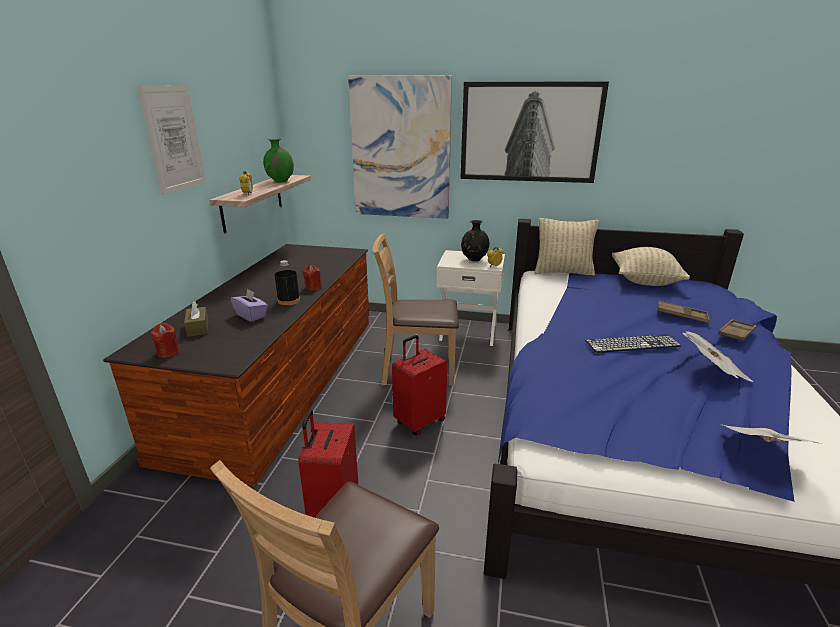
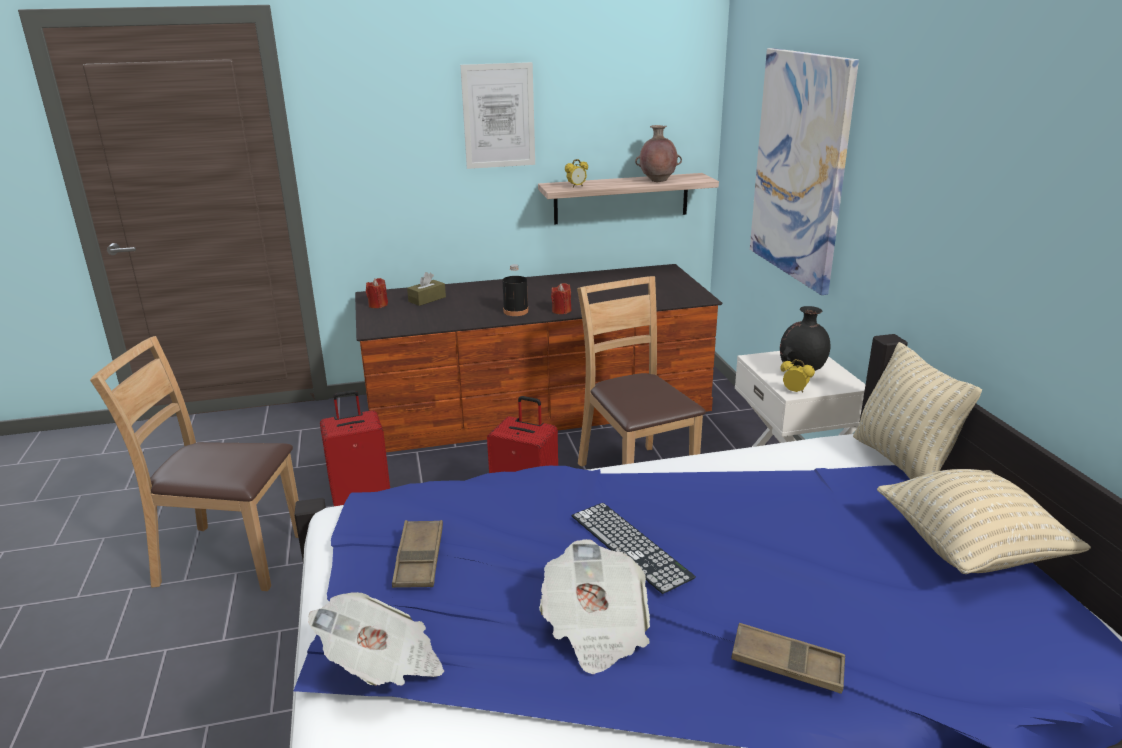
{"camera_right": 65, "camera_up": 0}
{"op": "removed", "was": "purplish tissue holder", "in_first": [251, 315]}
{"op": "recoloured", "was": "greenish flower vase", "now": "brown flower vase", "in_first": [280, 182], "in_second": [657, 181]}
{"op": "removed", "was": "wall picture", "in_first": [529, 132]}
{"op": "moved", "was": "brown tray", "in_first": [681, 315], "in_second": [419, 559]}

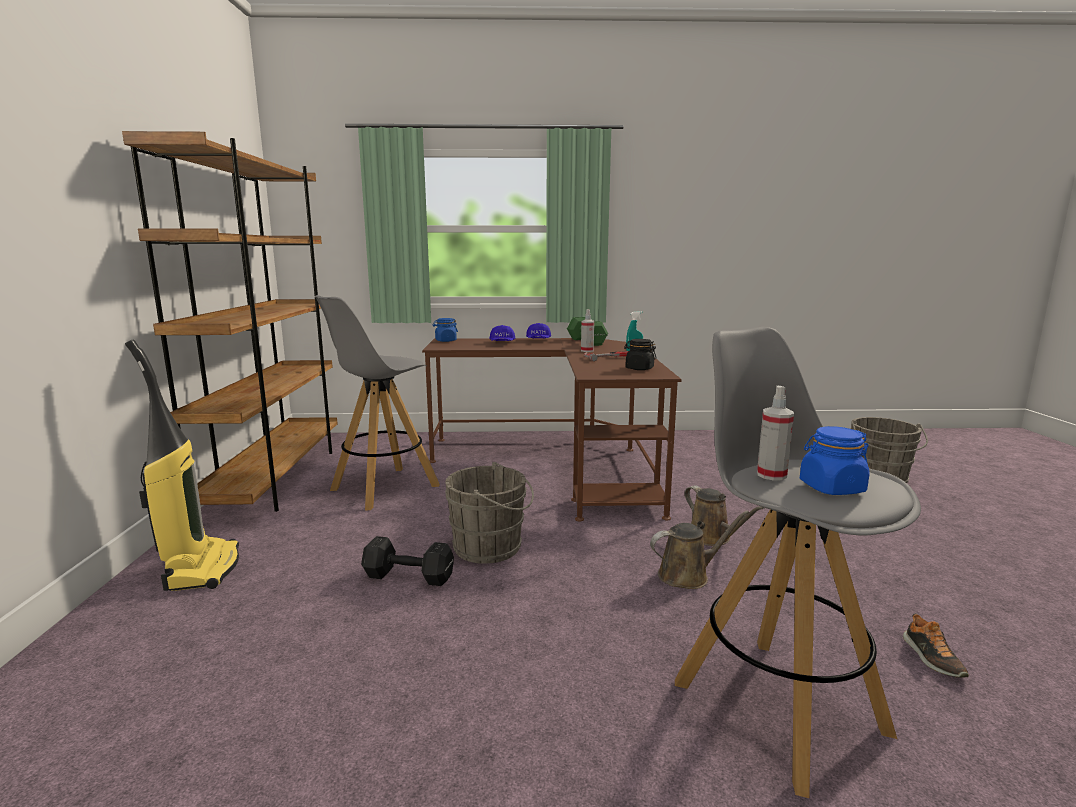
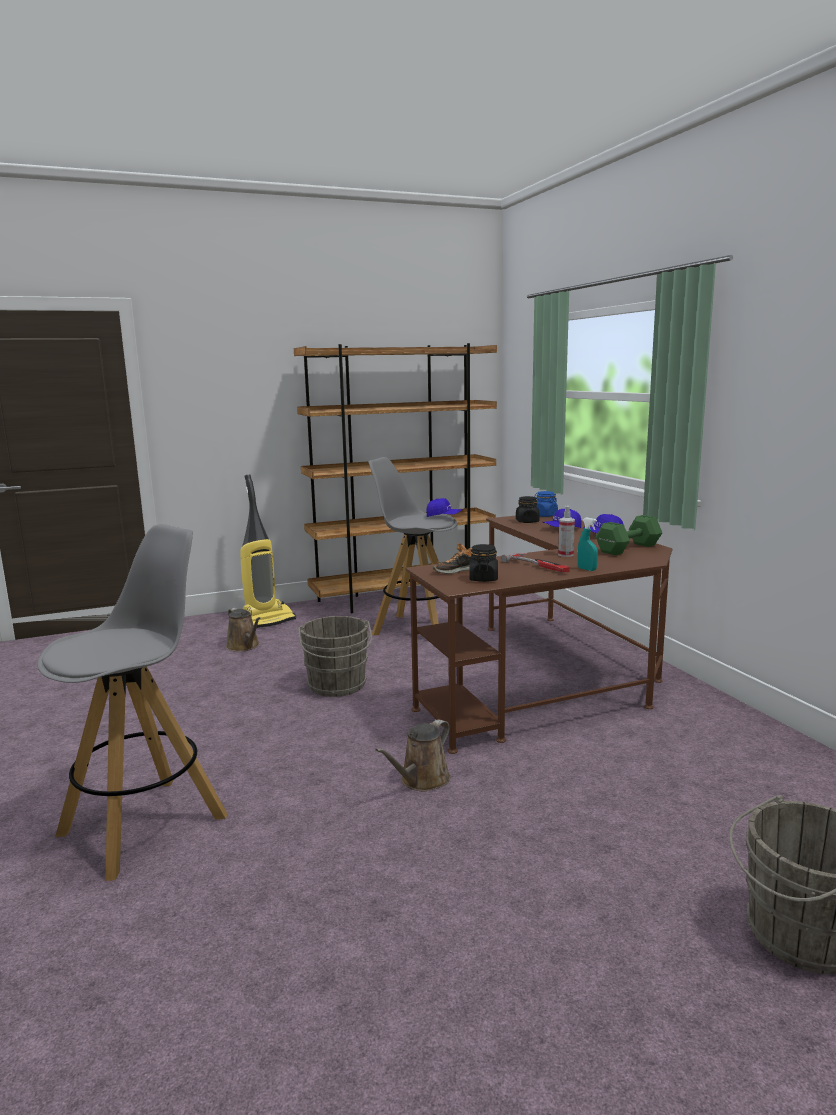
{"camera_right": 70, "camera_up": 0}
{"op": "removed", "was": "black-coloured hand weight", "in_first": [410, 577]}
{"op": "moved", "was": "brown watering can", "in_first": [688, 575], "in_second": [244, 646]}
{"op": "removed", "was": "hand sprayer", "in_first": [771, 475]}
{"op": "removed", "was": "blue preserve jar", "in_first": [831, 488]}
{"op": "moved", "was": "item of footwear", "in_first": [931, 658], "in_second": [456, 570]}
{"op": "added", "now": "blue baseball cap", "in_second": [444, 516]}
{"op": "added", "now": "black-coloured preserve jar", "in_second": [527, 521]}

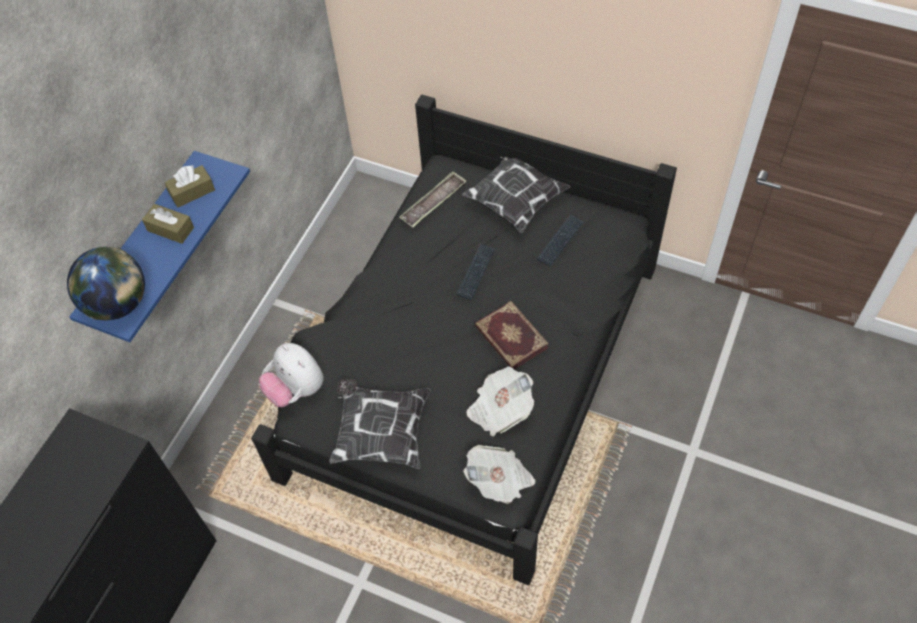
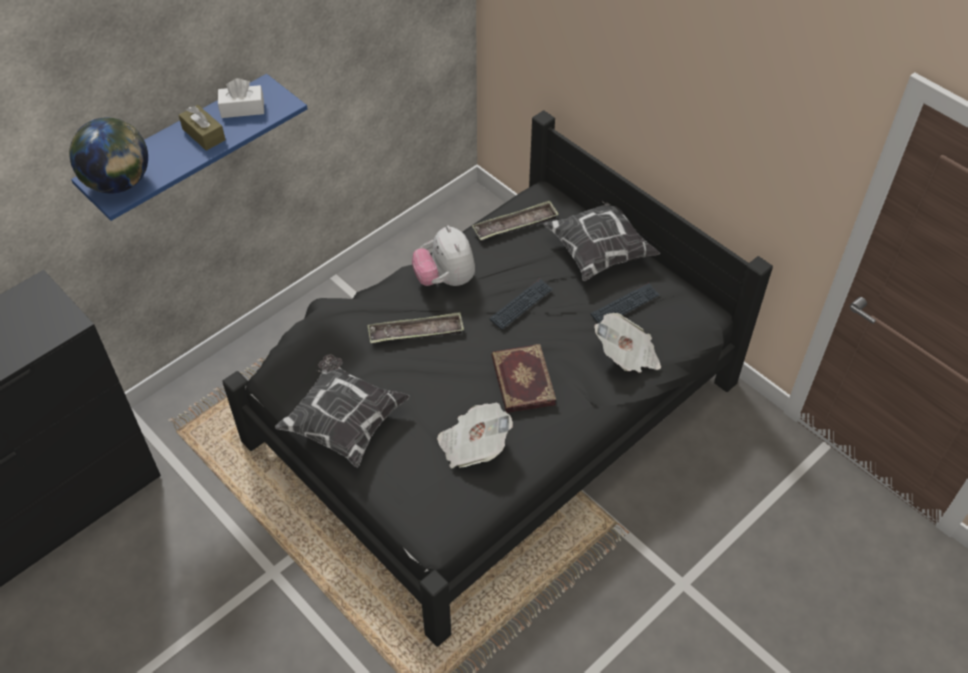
{"camera_right": 20, "camera_up": -5}
{"op": "recoloured", "was": "brown tissue holder", "now": "white tissue holder", "in_first": [192, 192], "in_second": [242, 109]}
{"op": "moved", "was": "plush toy", "in_first": [296, 389], "in_second": [445, 279]}
{"op": "moved", "was": "daily paper", "in_first": [500, 481], "in_second": [627, 356]}
{"op": "added", "now": "tray", "in_second": [416, 332]}

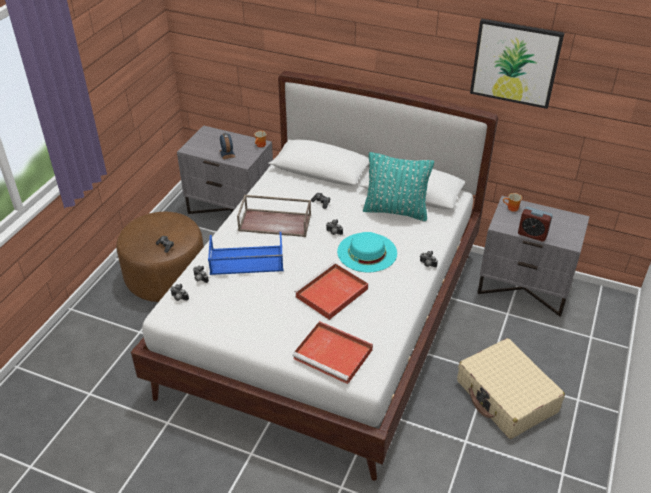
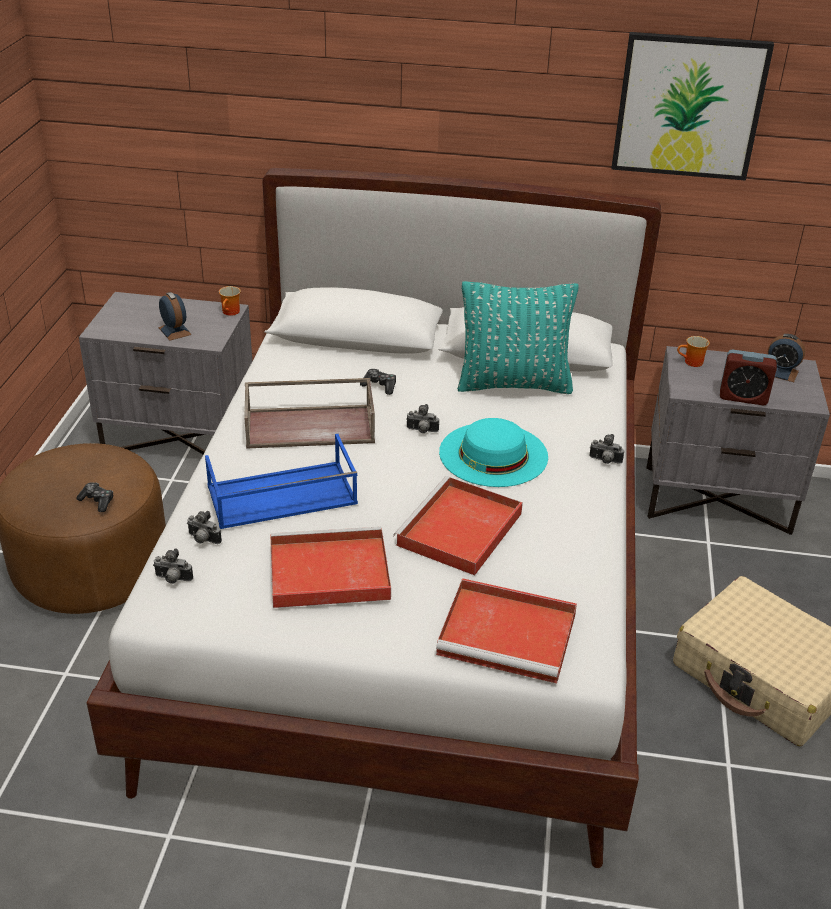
{"camera_right": -15, "camera_up": -5}
{"op": "added", "now": "reddish tray", "in_second": [326, 572]}
{"op": "added", "now": "alarm clock", "in_second": [781, 372]}

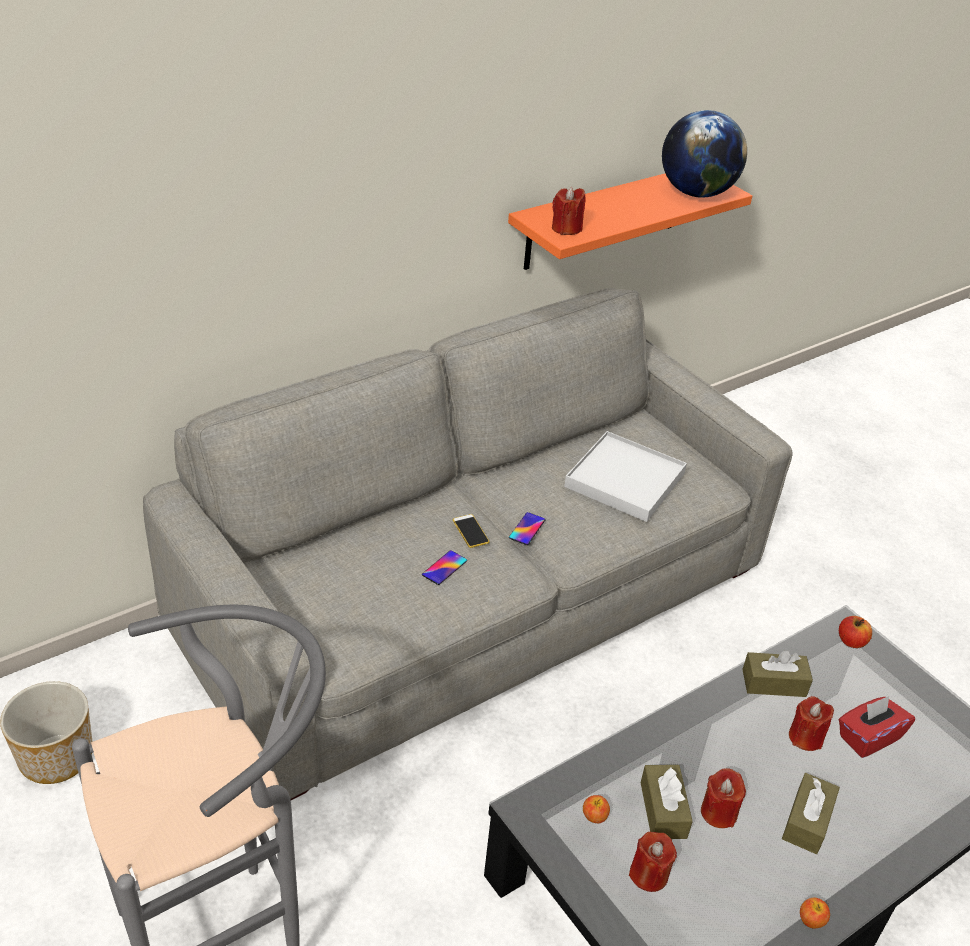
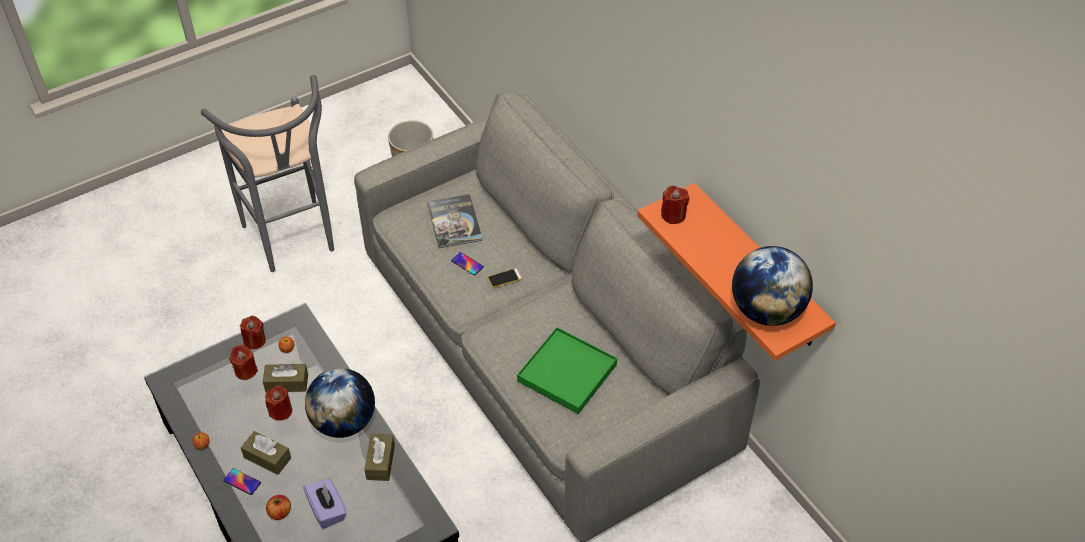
{"camera_right": 95, "camera_up": 10}
{"op": "moved", "was": "telephone", "in_first": [527, 529], "in_second": [242, 482]}
{"op": "recoloured", "was": "white tray", "now": "greenish tray", "in_first": [625, 480], "in_second": [567, 373]}
{"op": "moved", "was": "reddish candle", "in_first": [805, 737], "in_second": [255, 340]}
{"op": "moved", "was": "apple", "in_first": [851, 641], "in_second": [280, 512]}
{"op": "recoloured", "was": "reddish tissue holder", "now": "purplish tissue holder", "in_first": [868, 737], "in_second": [327, 510]}
{"op": "added", "now": "desk globe", "in_second": [344, 422]}
{"op": "added", "now": "bound book", "in_second": [454, 222]}

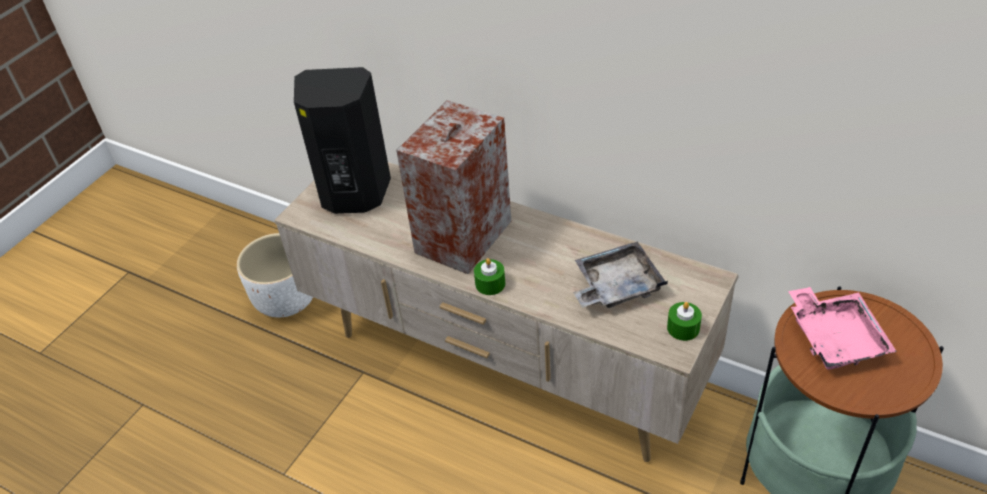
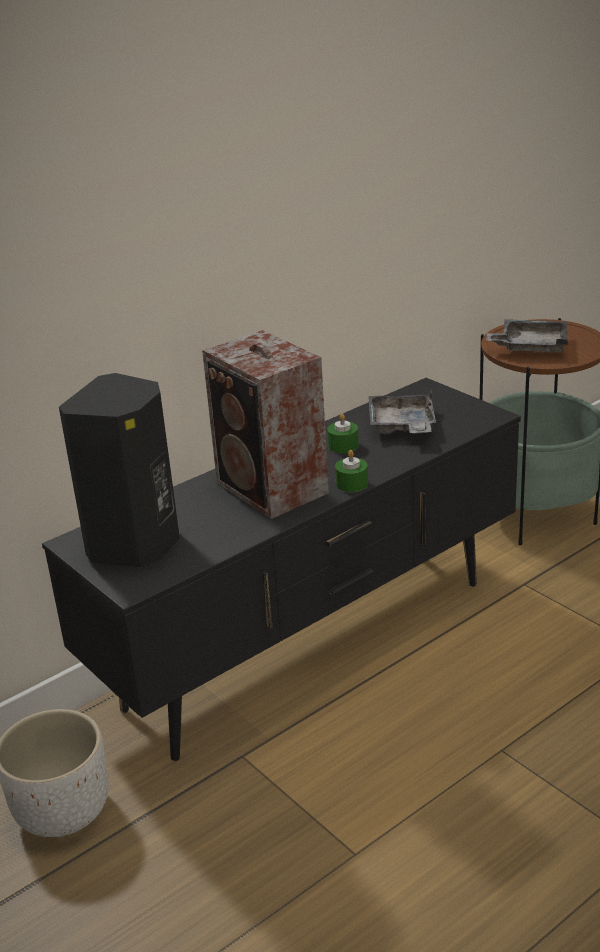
{"camera_right": -70, "camera_up": -15}
{"op": "recoloured", "was": "beige-coloured tv stand", "now": "black-coloured tv stand", "in_first": [504, 368], "in_second": [311, 645]}
{"op": "moved", "was": "greenish candle", "in_first": [683, 328], "in_second": [343, 446]}
{"op": "recoloured", "was": "pinkish tray", "now": "gray tray", "in_first": [835, 337], "in_second": [530, 346]}

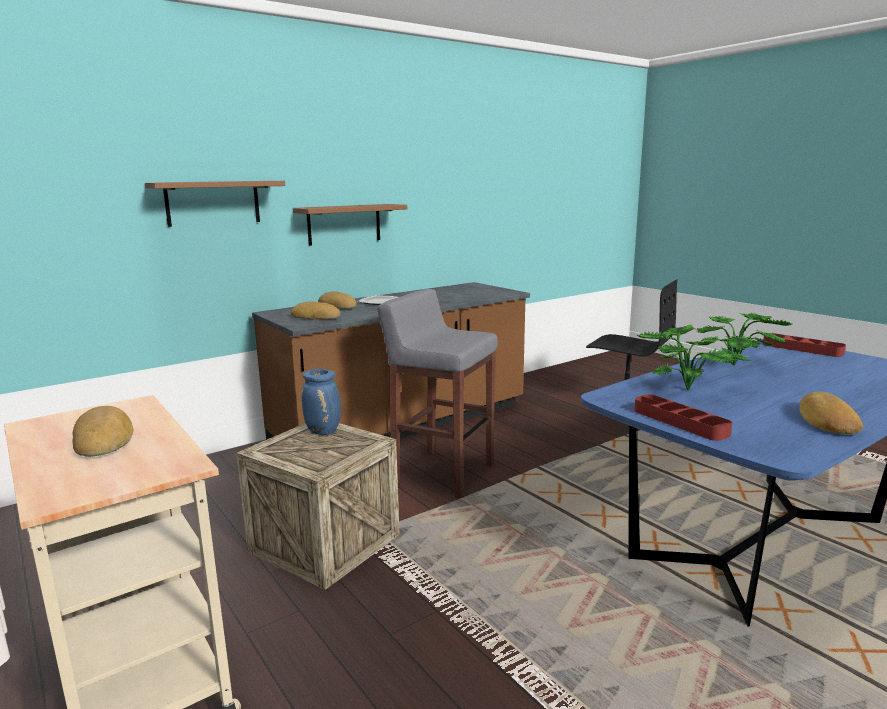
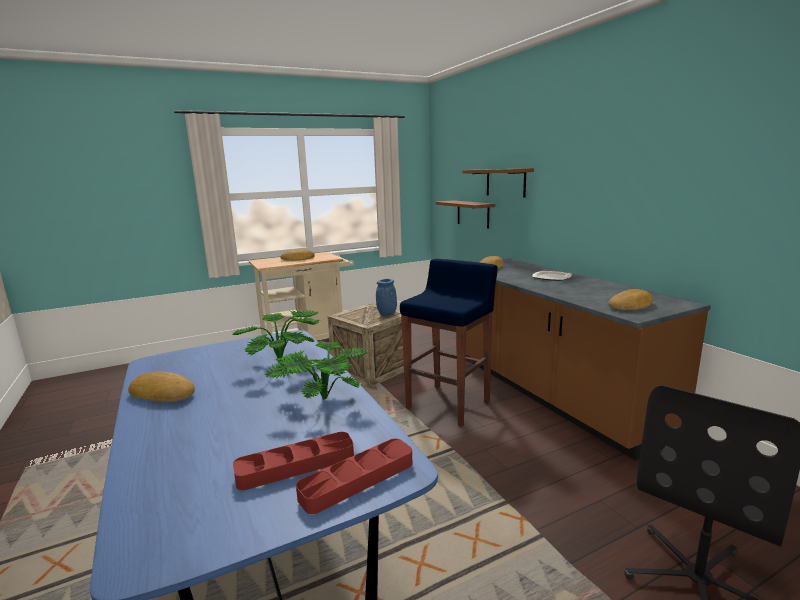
{"camera_right": 100, "camera_up": 0}
{"op": "moved", "was": "brown bracket shelf", "in_first": [344, 224], "in_second": [473, 214]}
{"op": "moved", "was": "baked bread", "in_first": [338, 306], "in_second": [631, 305]}
{"op": "recoloured", "was": "gray stool", "now": "blue stool", "in_first": [442, 473], "in_second": [449, 404]}
{"op": "moved", "was": "reddish tray", "in_first": [679, 422], "in_second": [296, 465]}

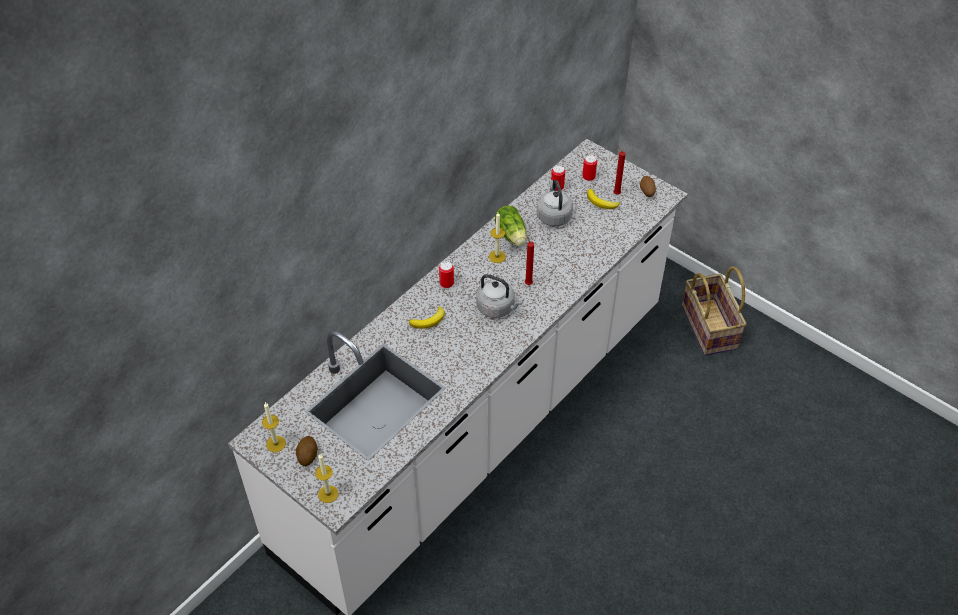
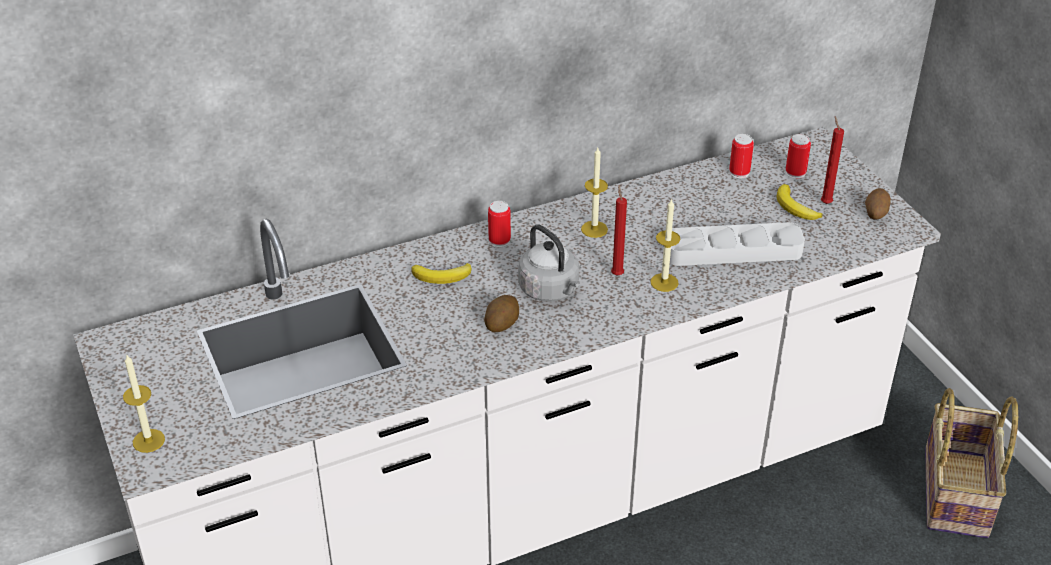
{"camera_right": 25, "camera_up": -10}
{"op": "moved", "was": "candle", "in_first": [276, 444], "in_second": [664, 282]}
{"op": "moved", "was": "whole potato", "in_first": [307, 455], "in_second": [502, 323]}
{"op": "removed", "was": "lettuce", "in_first": [512, 236]}
{"op": "removed", "was": "gray tea kettle", "in_first": [553, 215]}
{"op": "added", "now": "gray tray", "in_second": [733, 251]}

